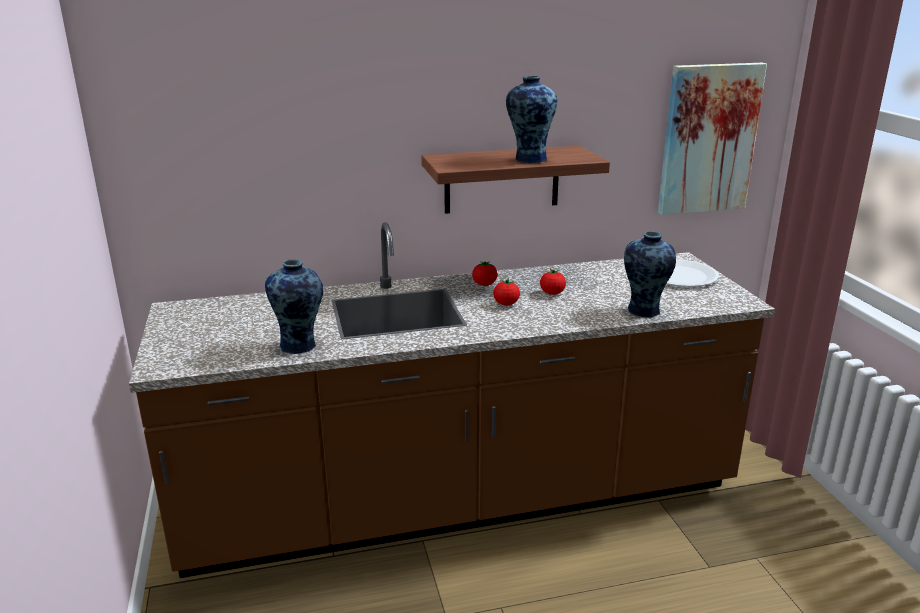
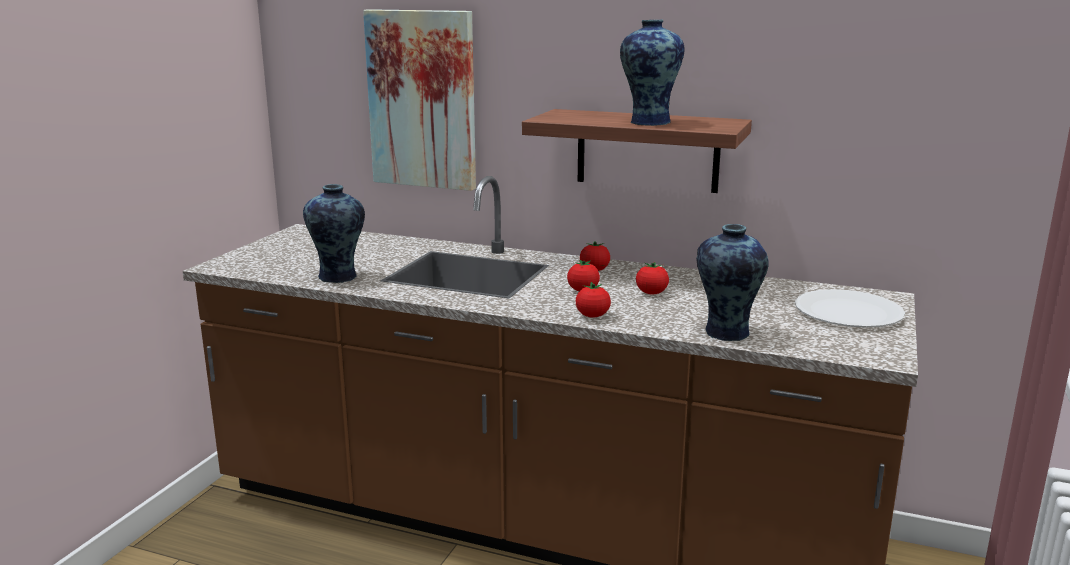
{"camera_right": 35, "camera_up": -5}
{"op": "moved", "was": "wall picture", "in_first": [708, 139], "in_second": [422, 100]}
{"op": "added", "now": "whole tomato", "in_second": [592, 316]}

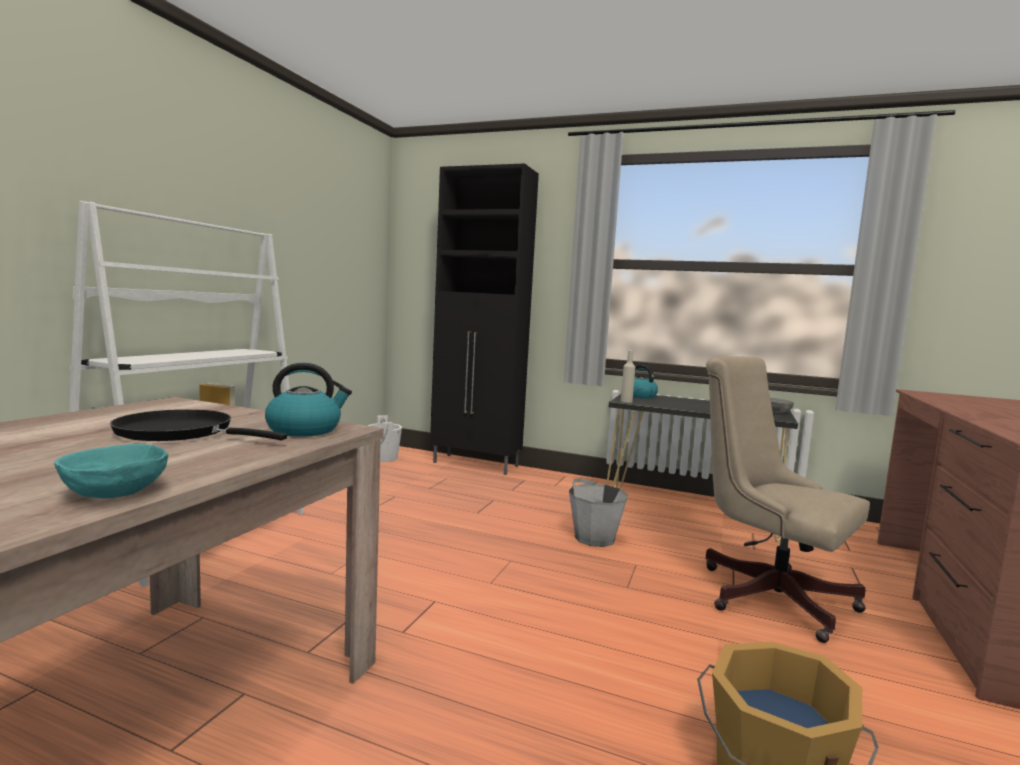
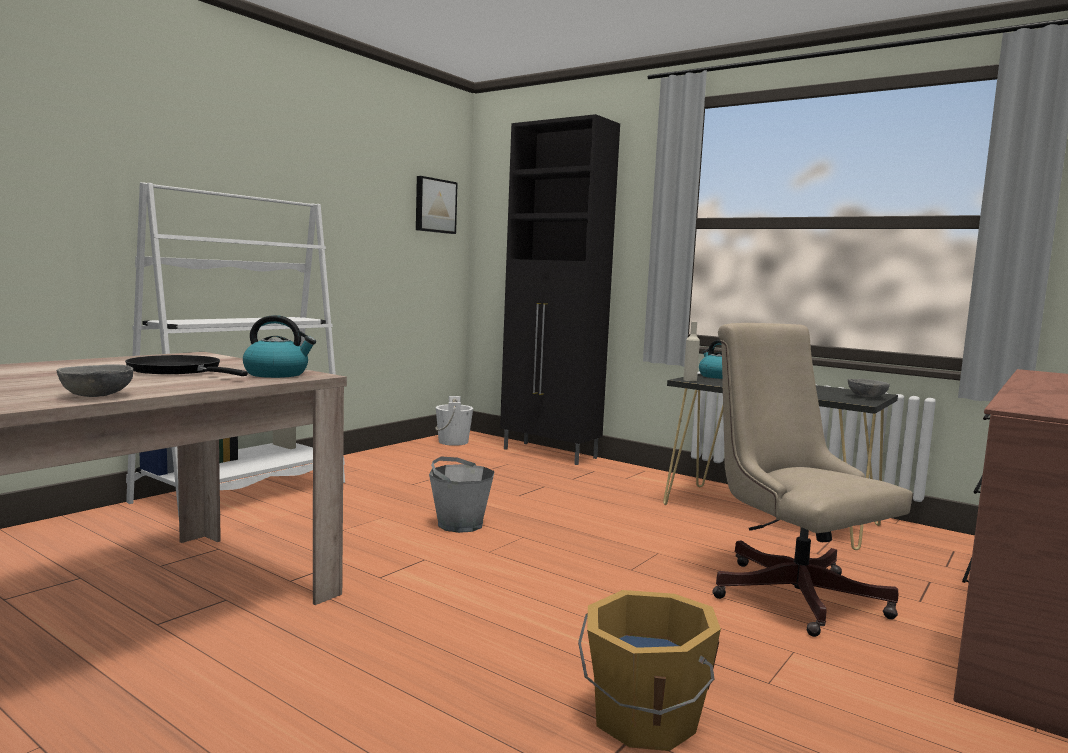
{"camera_right": 15, "camera_up": 0}
{"op": "recoloured", "was": "blue-green serving bowl", "now": "gray serving bowl", "in_first": [115, 493], "in_second": [97, 396]}
{"op": "moved", "was": "gray water bucket", "in_first": [594, 538], "in_second": [460, 524]}
{"op": "added", "now": "wall picture", "in_second": [434, 205]}

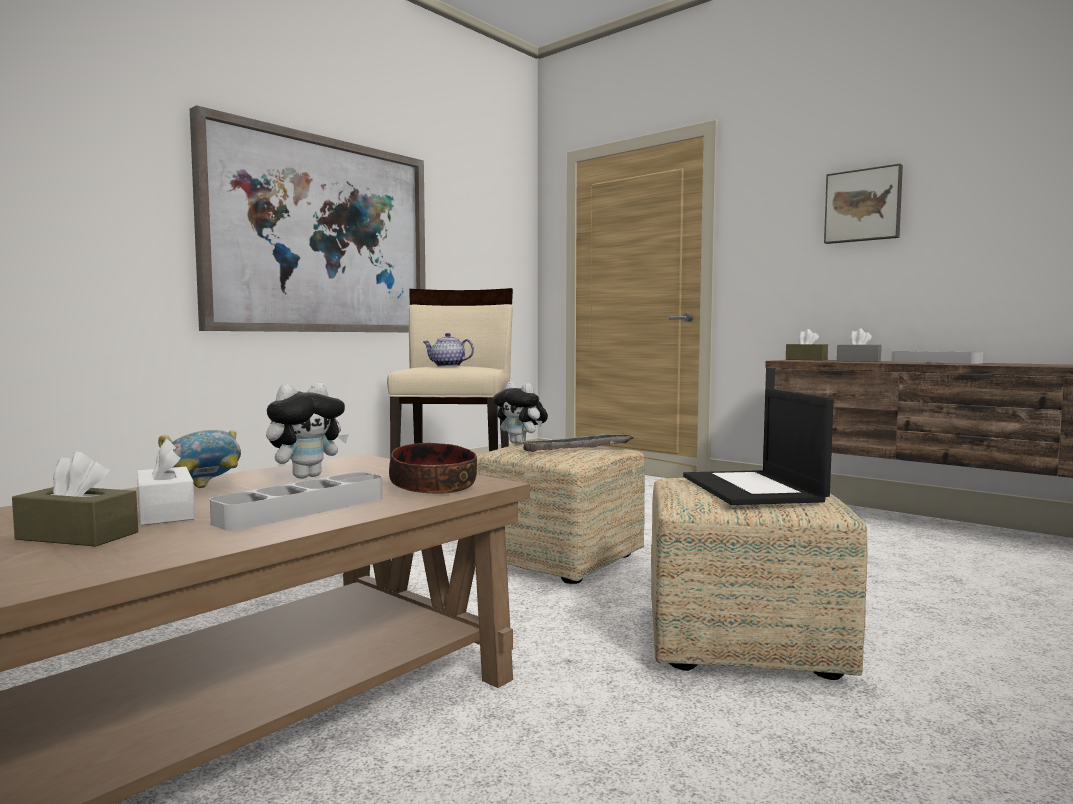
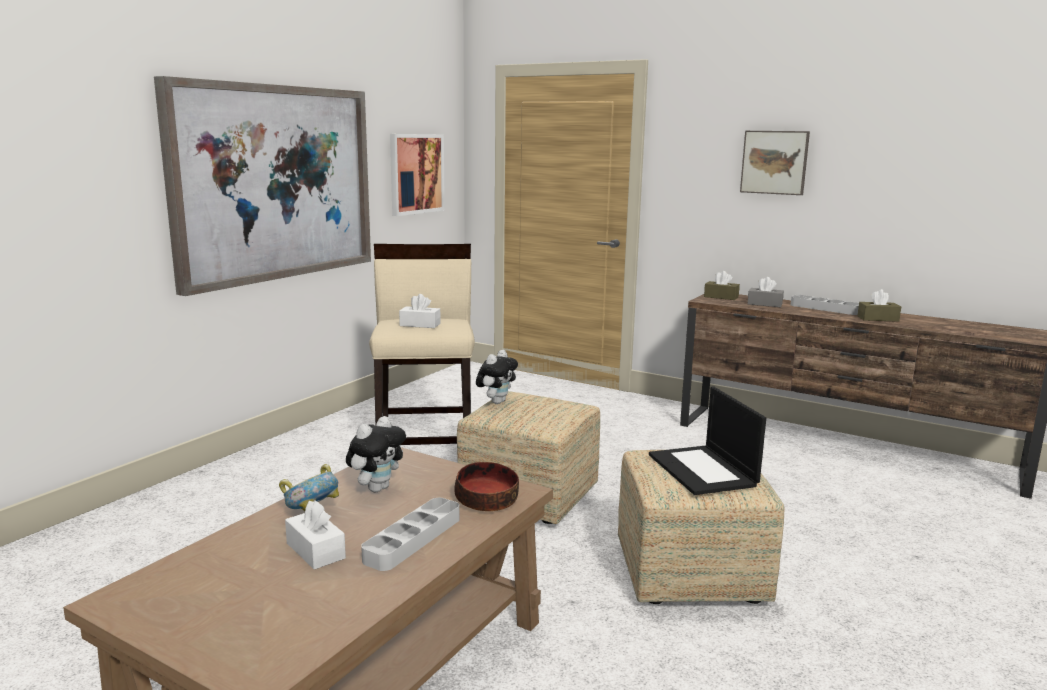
{"camera_right": -10, "camera_up": 10}
{"op": "moved", "was": "brown tissue holder", "in_first": [77, 536], "in_second": [878, 319]}
{"op": "replaced", "was": "pot for tea", "now": "white tissue holder", "in_first": [447, 366], "in_second": [420, 325]}
{"op": "turned", "was": "plush toy", "in_first": [521, 443], "in_second": [496, 402], "clockwise": -90}
{"op": "removed", "was": "tray", "in_first": [578, 448]}
{"op": "added", "now": "wall picture", "in_second": [416, 174]}

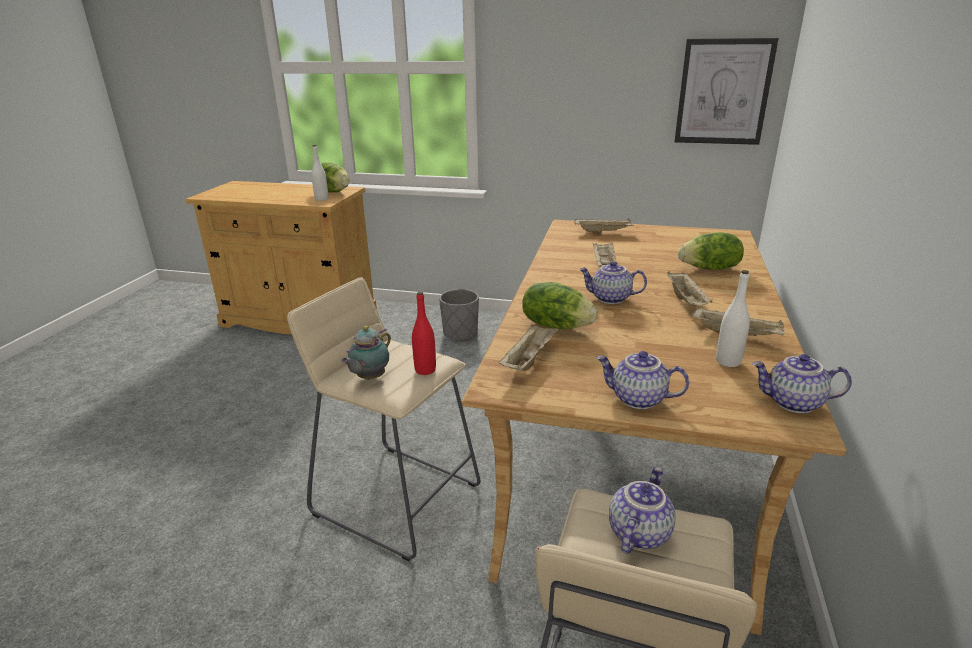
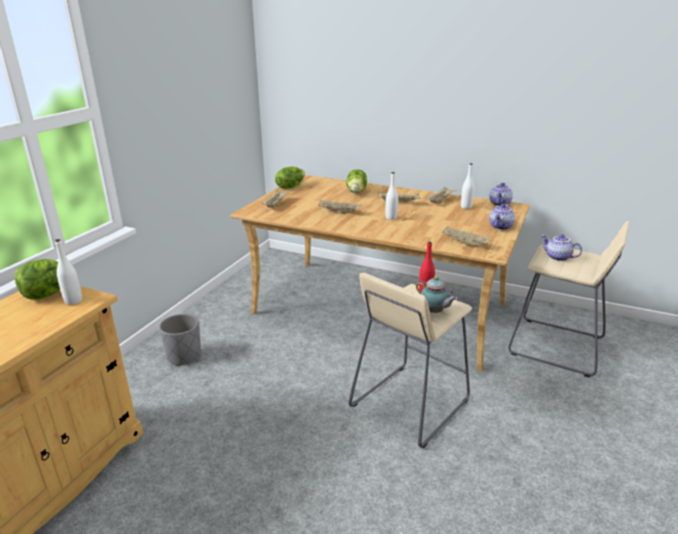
{"camera_right": -80, "camera_up": 0}
{"op": "moved", "was": "lettuce", "in_first": [556, 325], "in_second": [290, 187]}
{"op": "replaced", "was": "pot for tea", "now": "white bottle", "in_first": [610, 299], "in_second": [391, 217]}
{"op": "removed", "was": "wall picture", "in_first": [723, 92]}

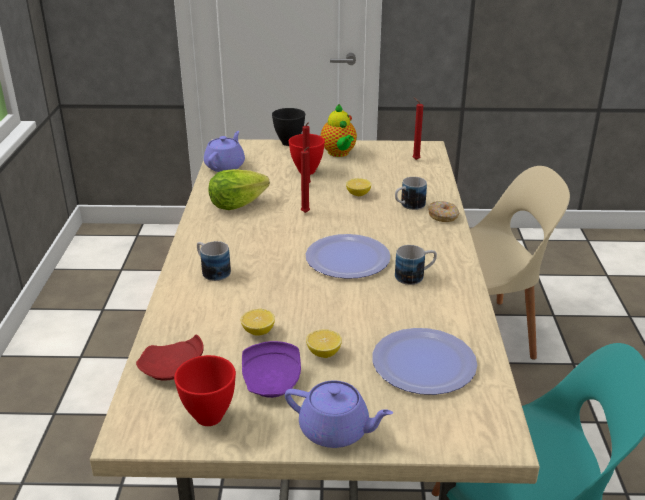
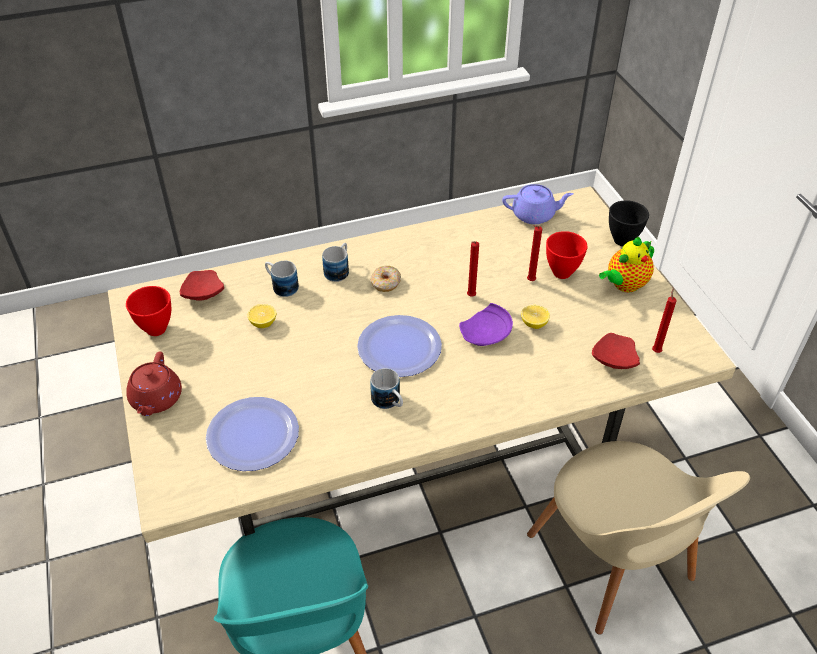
{"camera_right": 70, "camera_up": 15}
{"op": "removed", "was": "lettuce", "in_first": [236, 204]}
{"op": "moved", "was": "purplish dinner plate", "in_first": [272, 381], "in_second": [486, 335]}
{"op": "recoloured", "was": "purplish pot for tea", "now": "reddish pot for tea", "in_first": [336, 431], "in_second": [156, 399]}
{"op": "removed", "was": "whole lemon", "in_first": [323, 353]}
{"op": "moved", "was": "coffee mug", "in_first": [408, 206], "in_second": [281, 286]}
{"op": "moved", "was": "ring doughnut", "in_first": [443, 216], "in_second": [386, 283]}
{"op": "added", "now": "reddish dinner plate", "in_second": [613, 360]}

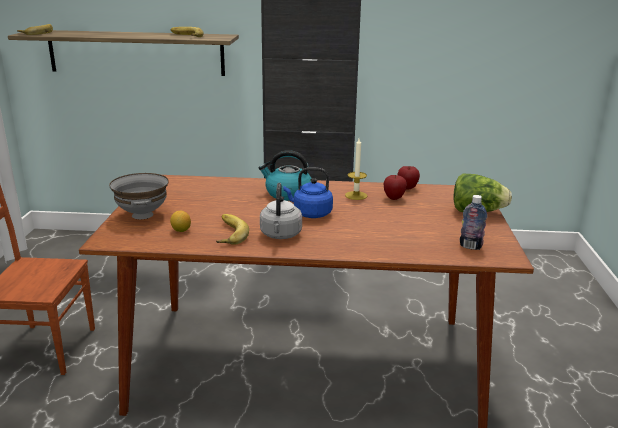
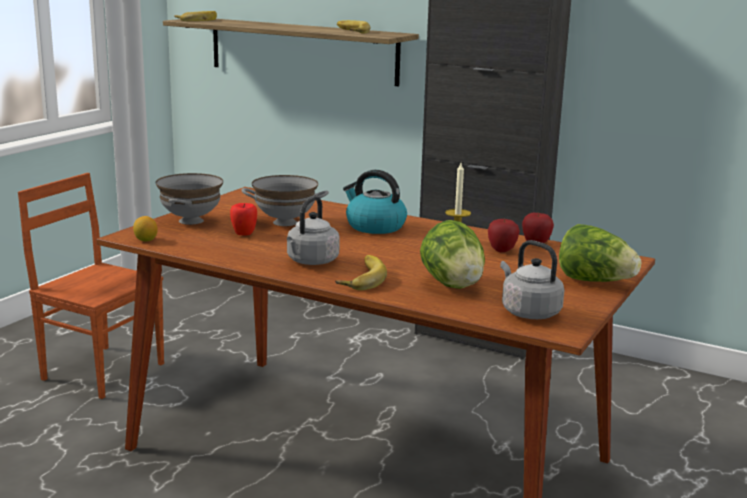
{"camera_right": 25, "camera_up": -5}
{"op": "moved", "was": "whole lemon", "in_first": [181, 230], "in_second": [146, 240]}
{"op": "moved", "was": "banana fruit", "in_first": [227, 233], "in_second": [360, 278]}
{"op": "removed", "was": "blue tea kettle", "in_first": [310, 213]}
{"op": "replaced", "was": "bottle", "now": "gray tea kettle", "in_first": [470, 246], "in_second": [528, 312]}
{"op": "added", "now": "apple", "in_second": [244, 235]}
{"op": "added", "now": "gray serving bowl", "in_second": [285, 222]}
{"op": "added", "now": "lettuce", "in_second": [452, 285]}

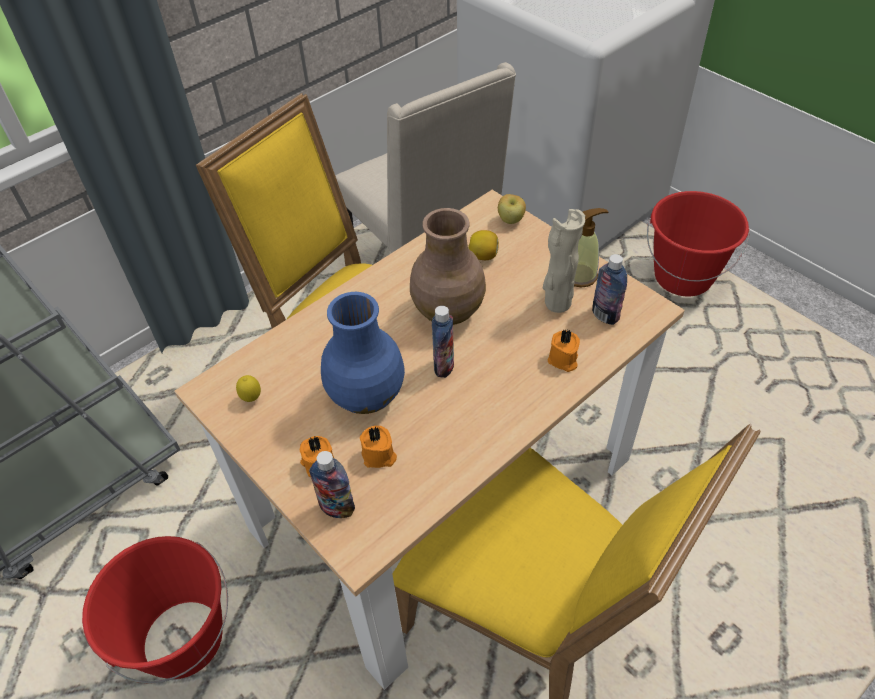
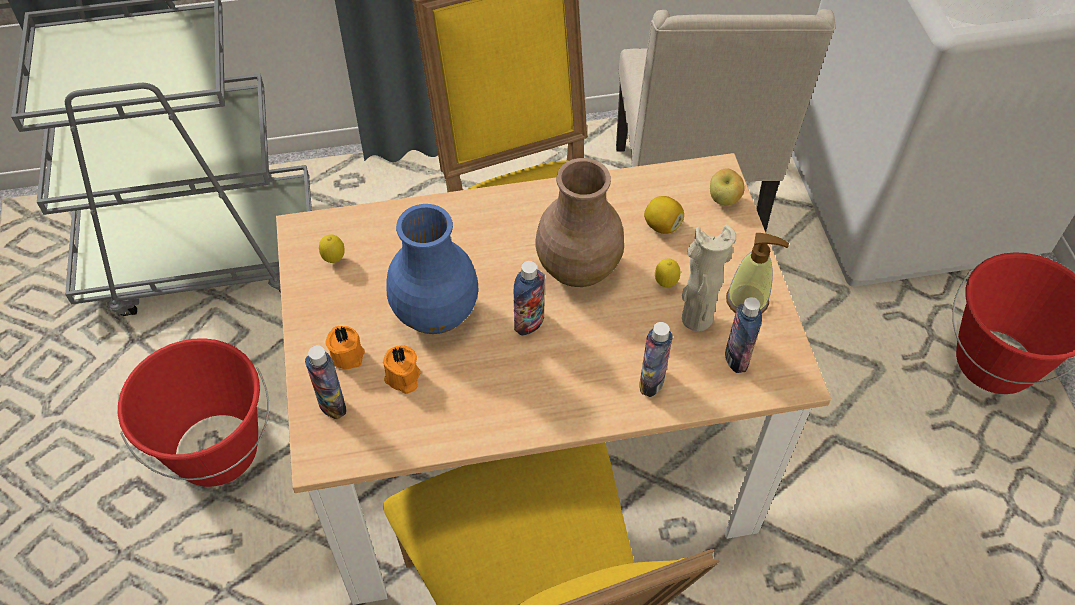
{"camera_right": 30, "camera_up": 5}
{"op": "replaced", "was": "orange candle", "now": "bottle", "in_first": [563, 360], "in_second": [651, 382]}
{"op": "added", "now": "whole lemon", "in_second": [665, 284]}

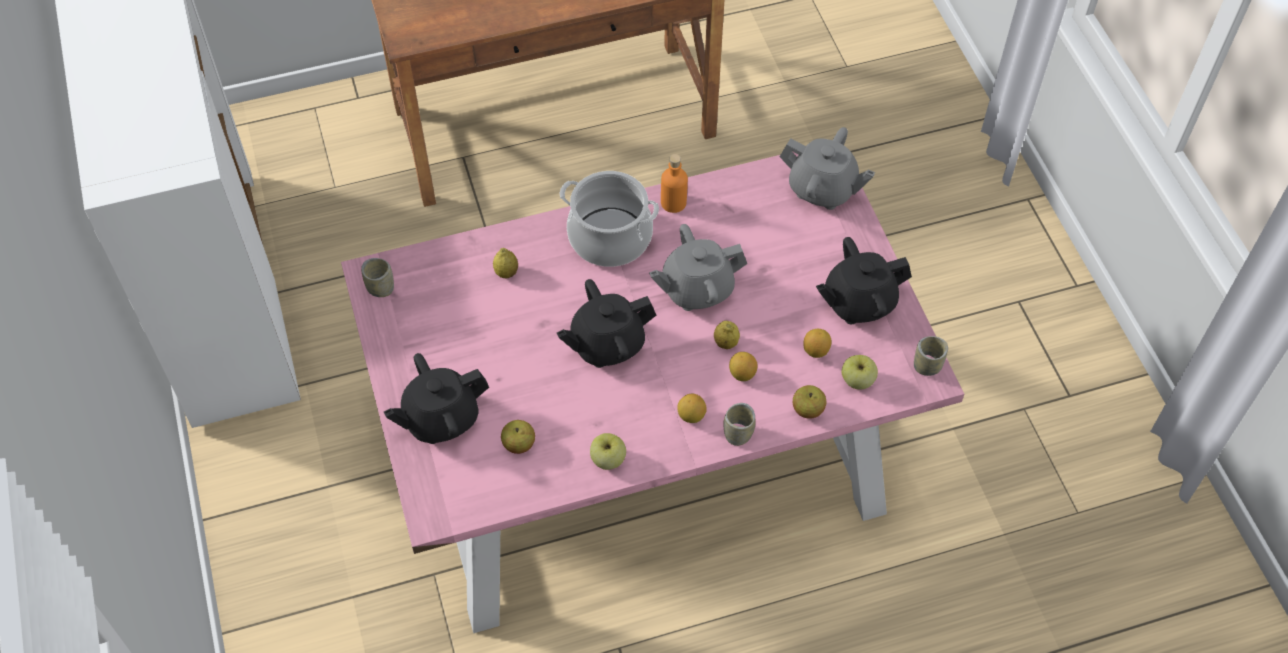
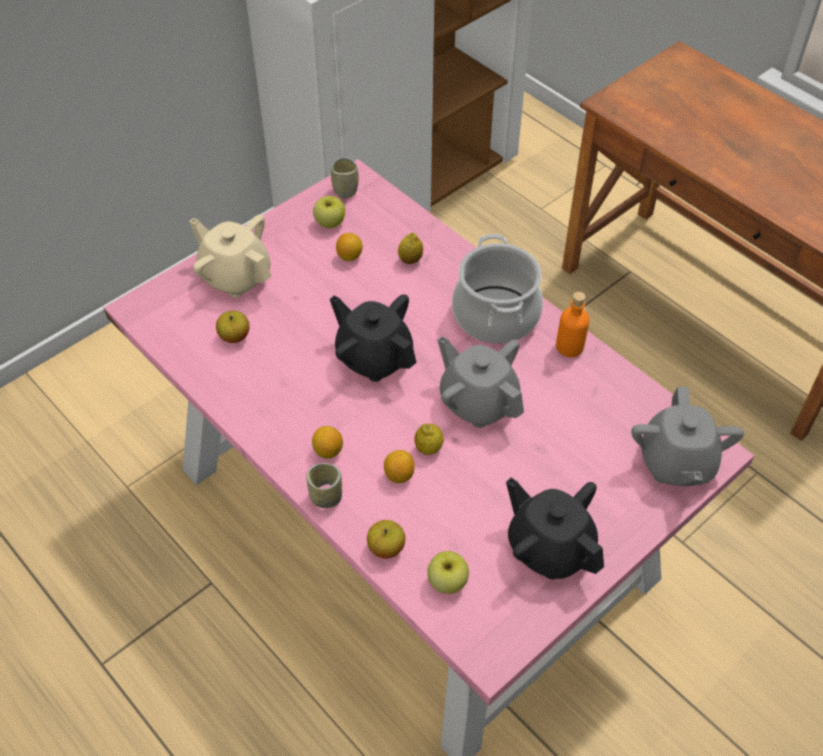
{"camera_right": 65, "camera_up": -5}
{"op": "recoloured", "was": "black-coloured pot for tea", "now": "beige-coloured pot for tea", "in_first": [440, 419], "in_second": [235, 276]}
{"op": "moved", "was": "apple", "in_first": [608, 459], "in_second": [329, 223]}
{"op": "moved", "was": "whole lemon", "in_first": [815, 350], "in_second": [349, 256]}
{"op": "removed", "was": "cup", "in_first": [927, 366]}

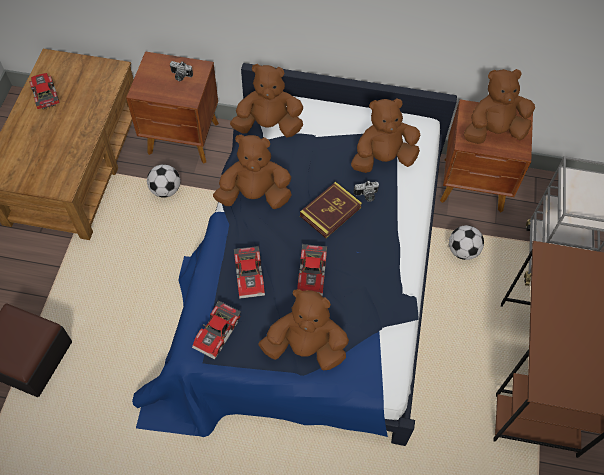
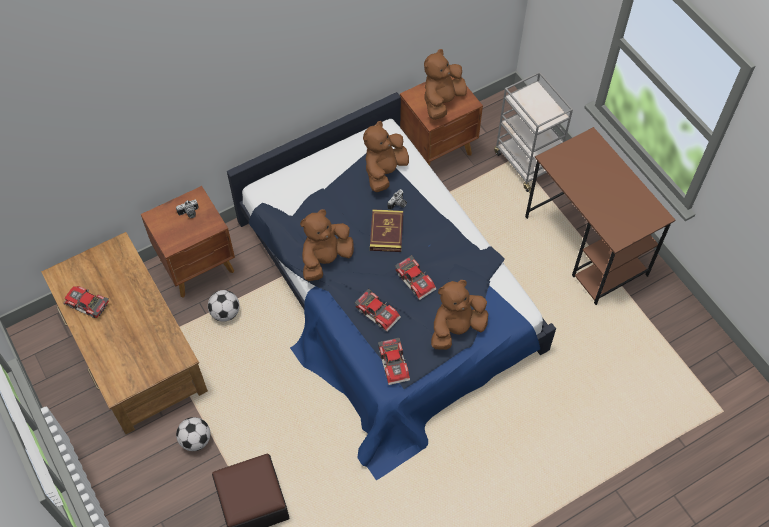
{"camera_right": -40, "camera_up": 0}
{"op": "removed", "was": "brown plush toy", "in_first": [268, 126]}
{"op": "moved", "was": "ball for football", "in_first": [462, 251], "in_second": [196, 440]}

